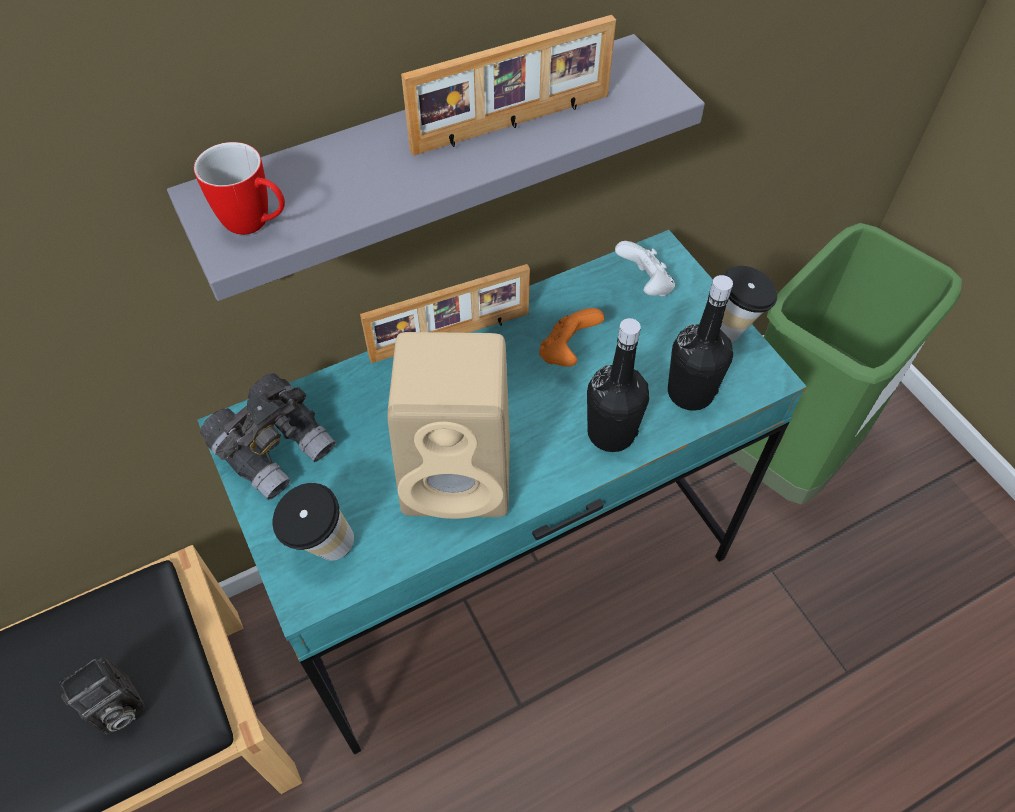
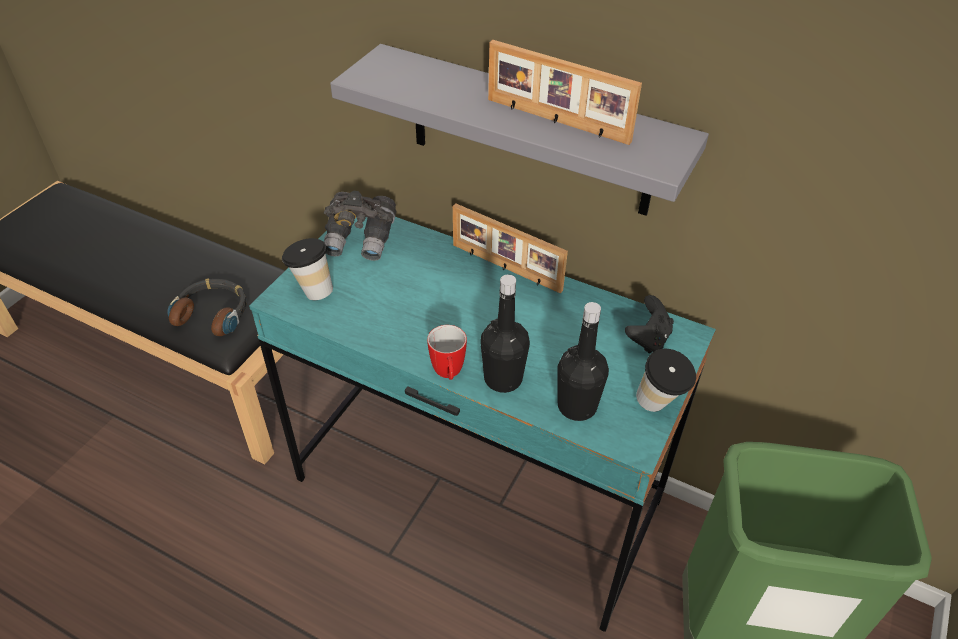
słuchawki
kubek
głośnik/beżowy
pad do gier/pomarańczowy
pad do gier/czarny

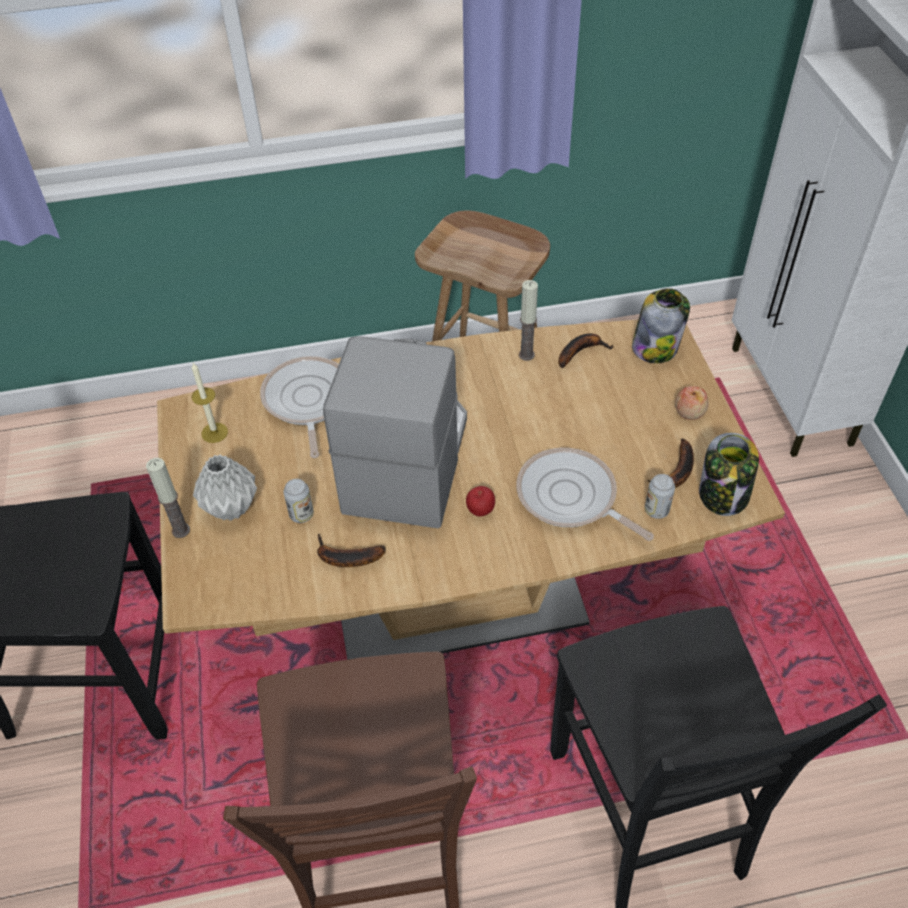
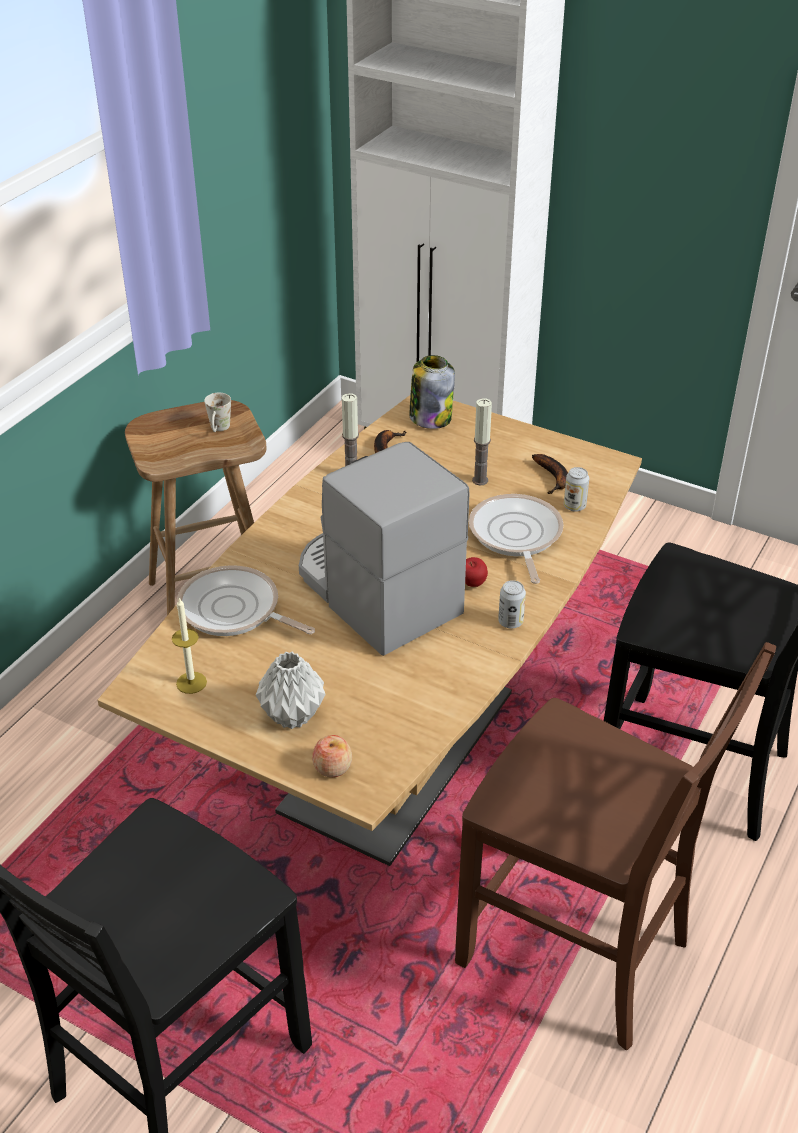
świeca (no. 3 from left)
puszka (no. 1 from left)
banan (no. 1 from left in the first image)
patelnia (no. 2 from left)
jabłko (no. 1 from left)
słoik (no. 2 from left in the first image)
kubek/biały

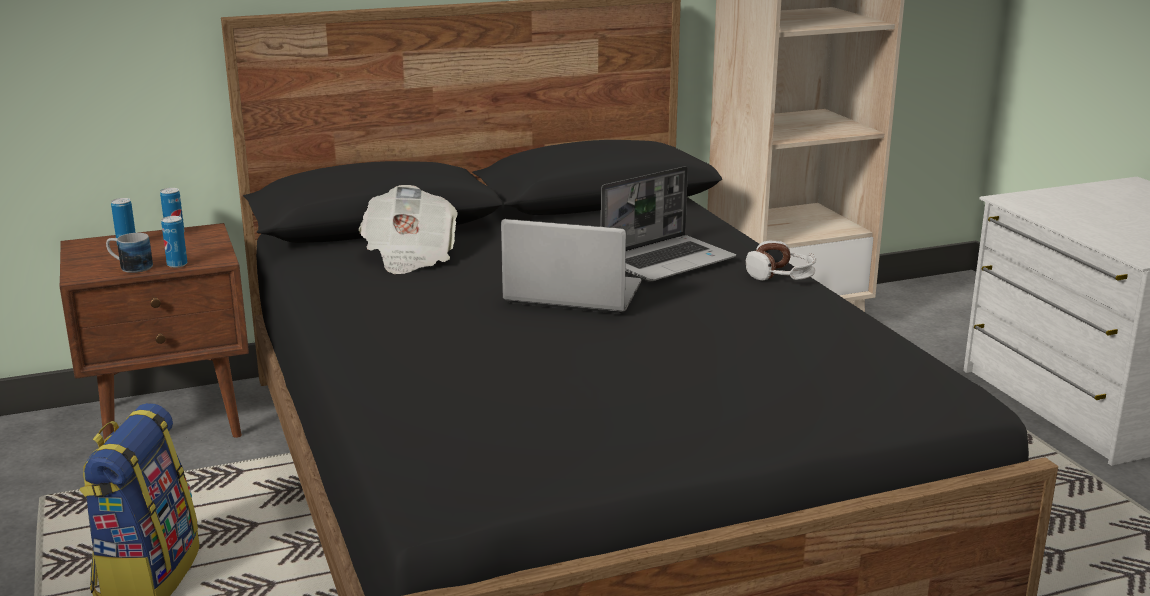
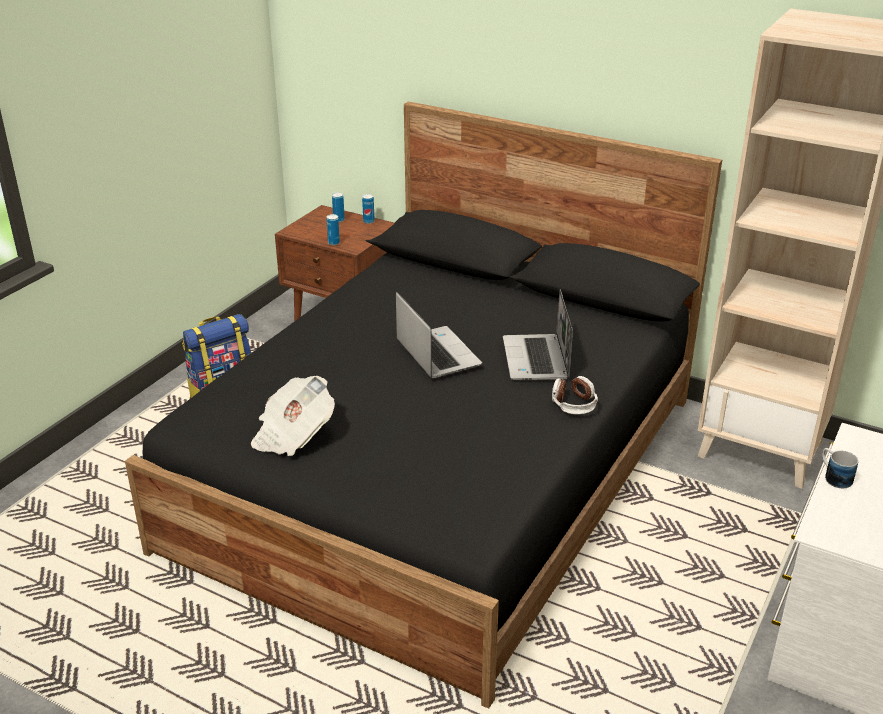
kubek
gazeta
laptop (no. 2 from left)

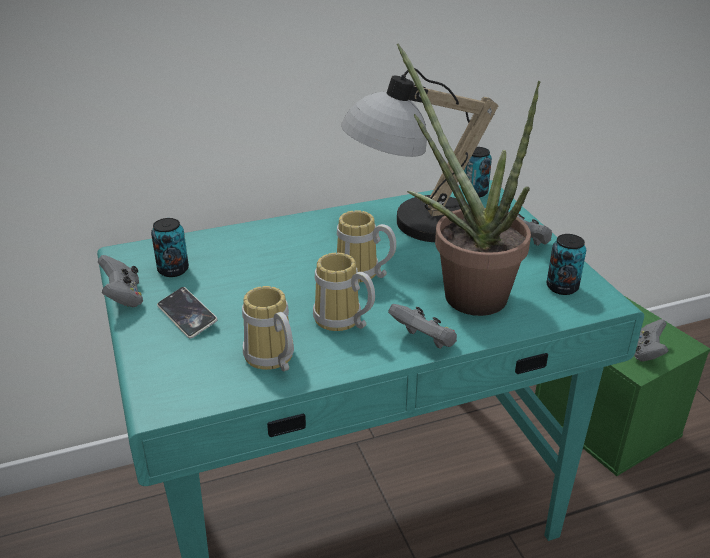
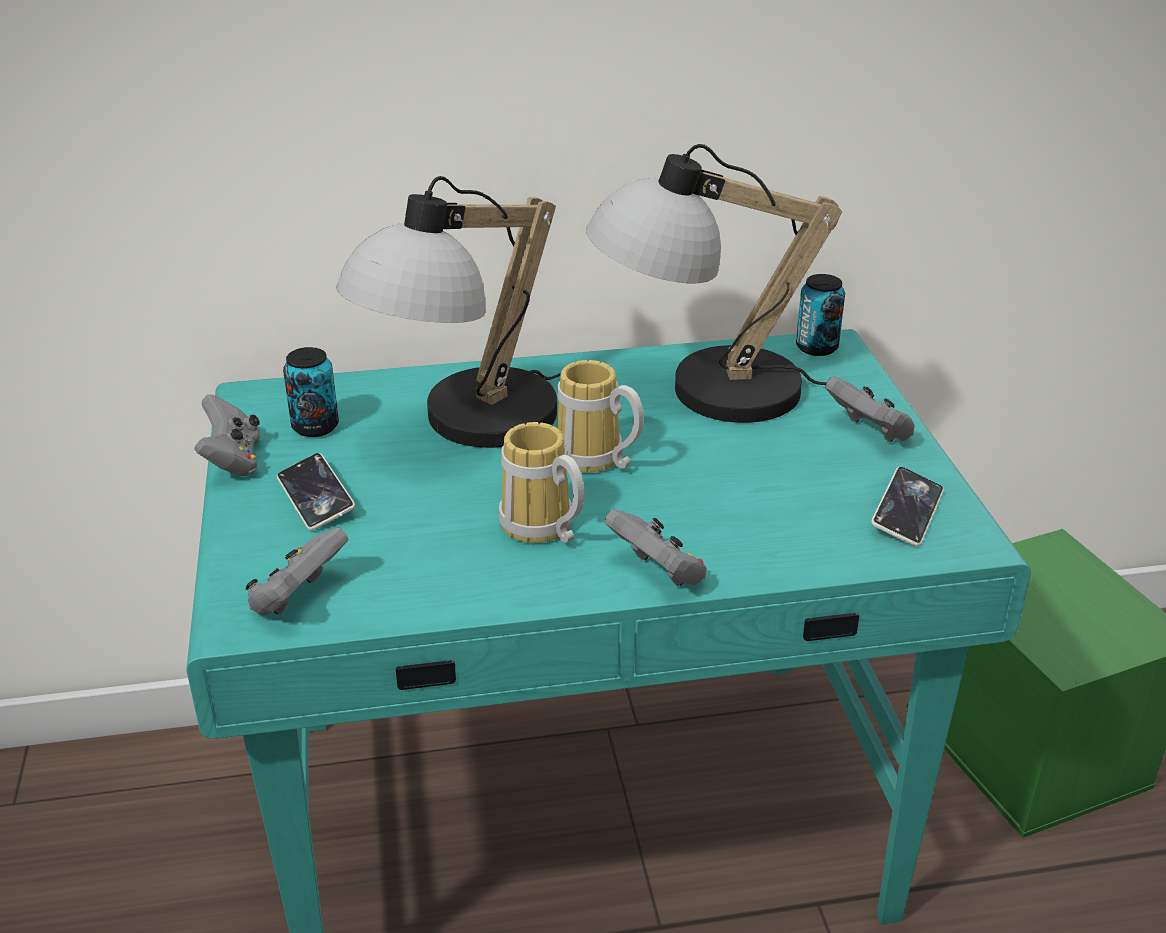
kubek (no. 1 from left in the first image)
roślina doniczkowa
telefon (no. 2 from left)
pad do gier/szary (no. 2 from left)
lampa stołowa (no. 1 from left)

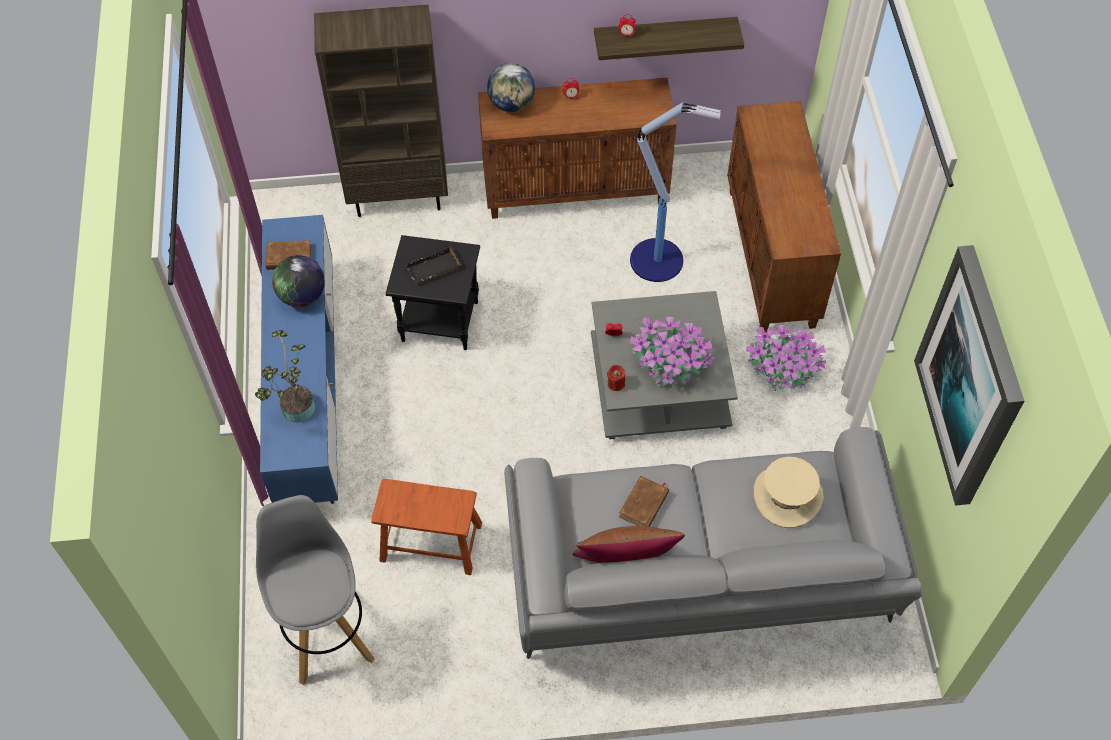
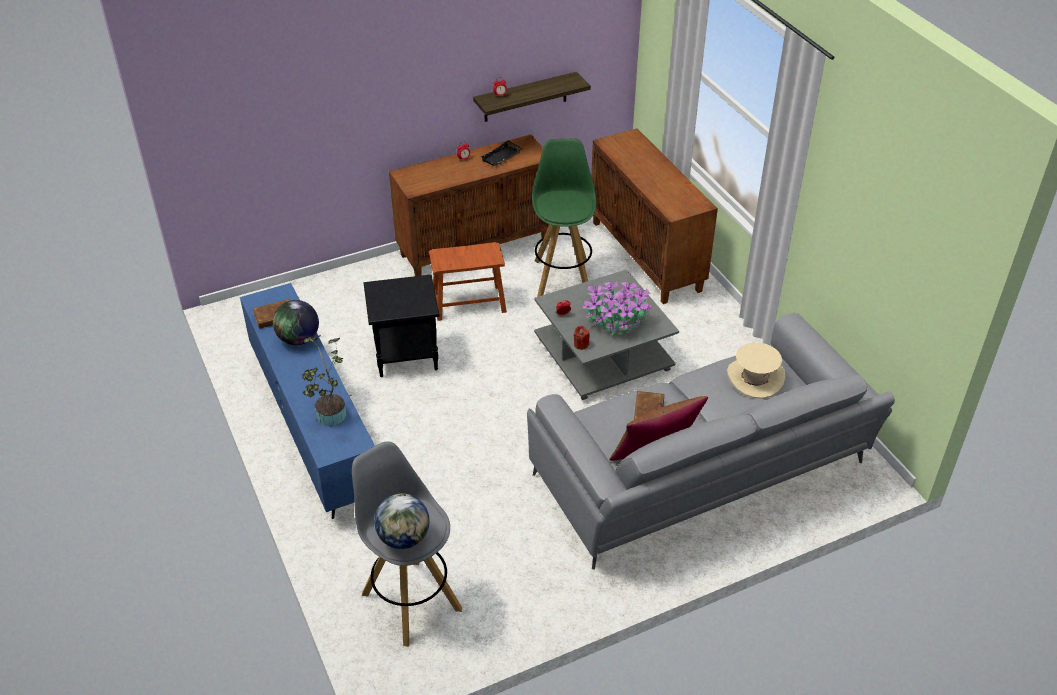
regał/brązowy
stołek/brązowy
taca/czarny
globus (no. 2 from left)
stołek/zielony
roślina doniczkowa (no. 3 from left in the first image)
obraz

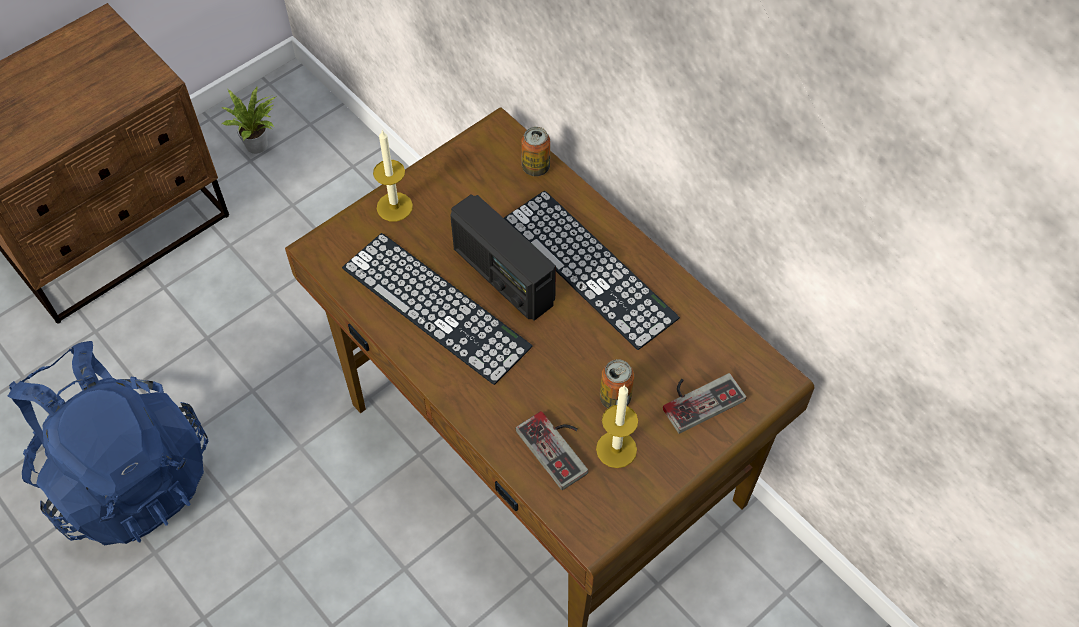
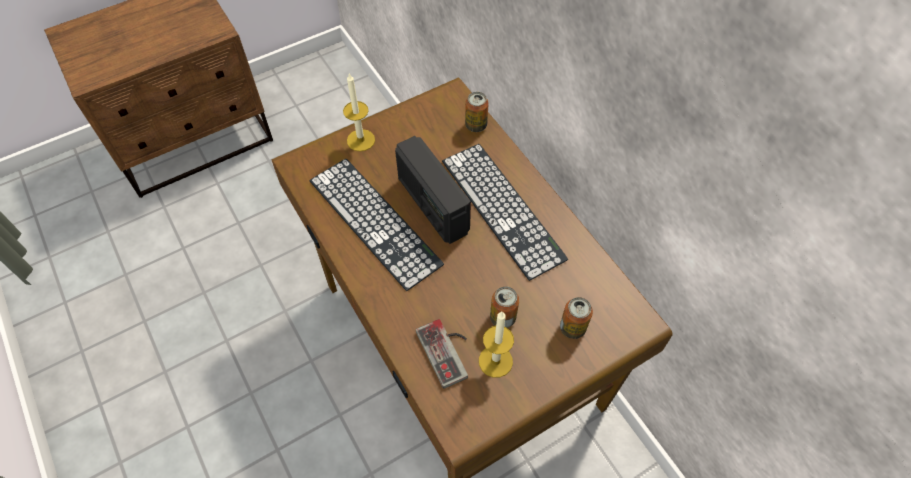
plecak/niebieski
roślina doniczkowa
puszka (no. 3 from left)

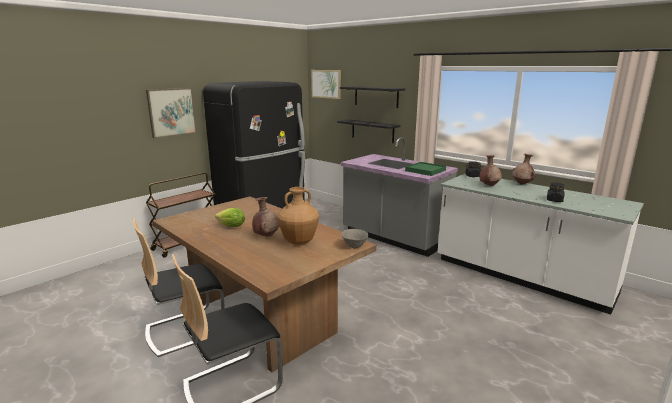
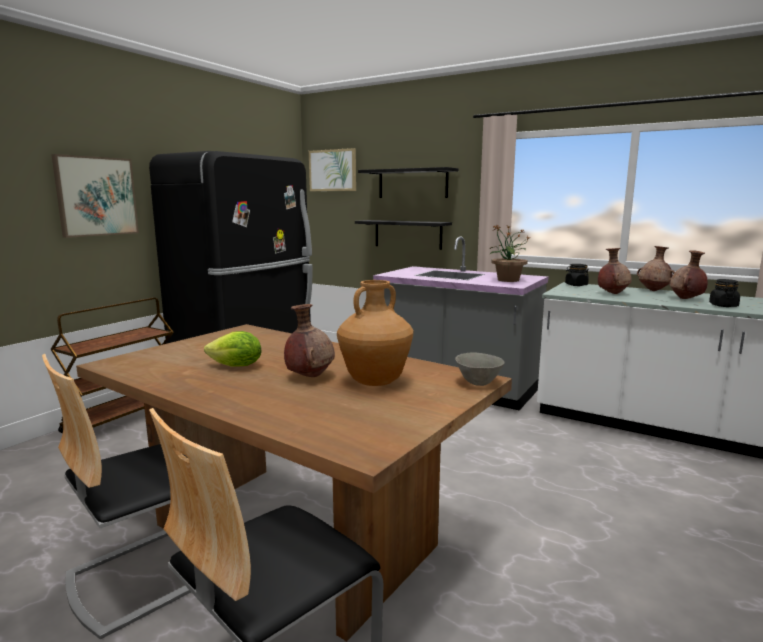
roślina doniczkowa
wazon/brązowy (no. 5 from left)

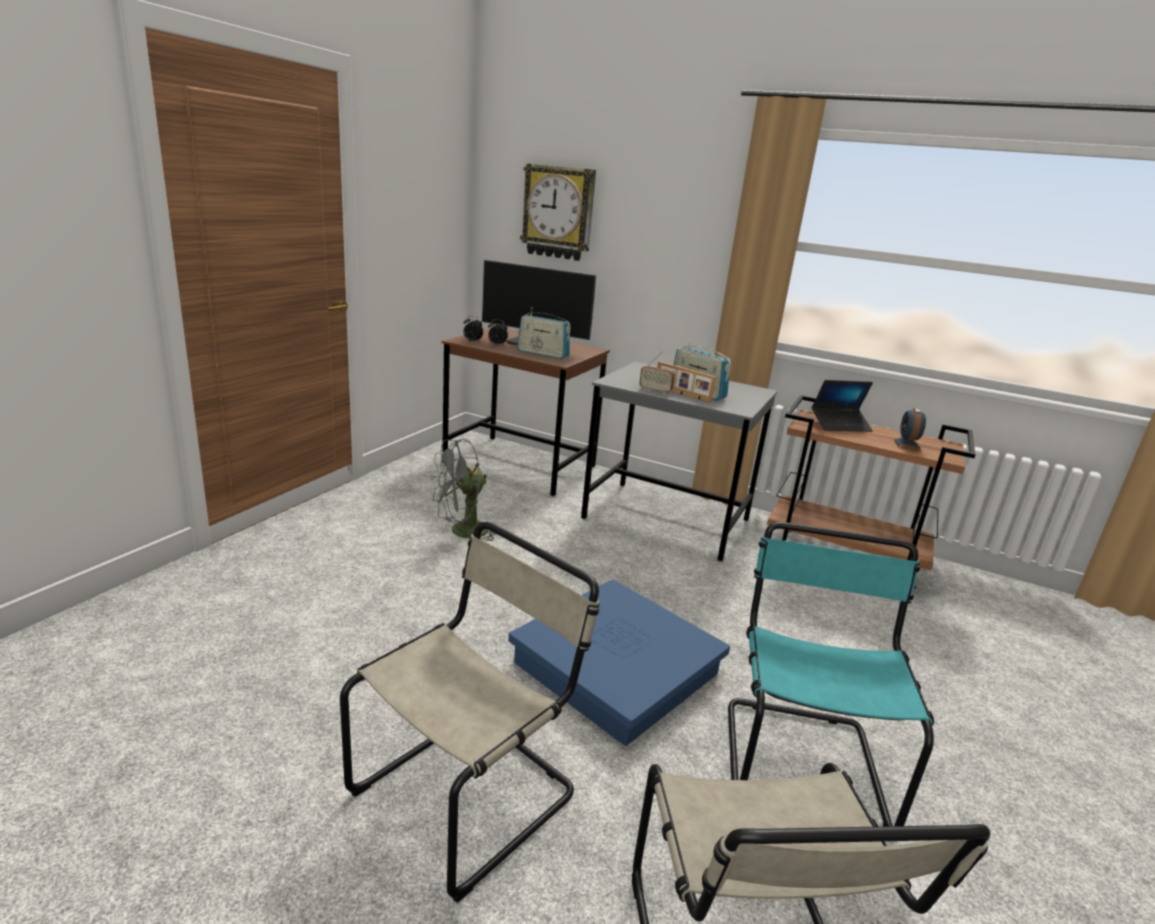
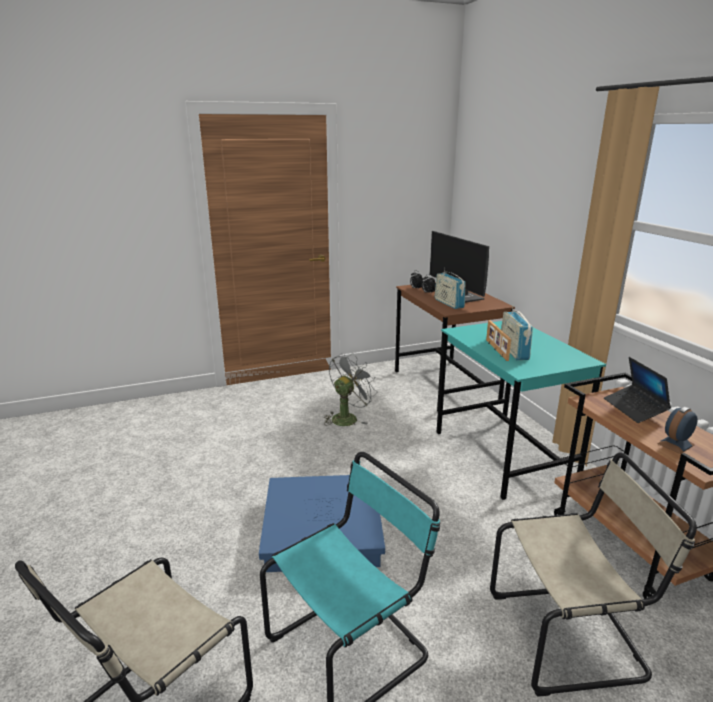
krzesło/beżowy (no. 2 from left)
wentylator/szary
zegar ścienny
biurko/turkusowy
radio (no. 2 from left in the first image)
laptop

